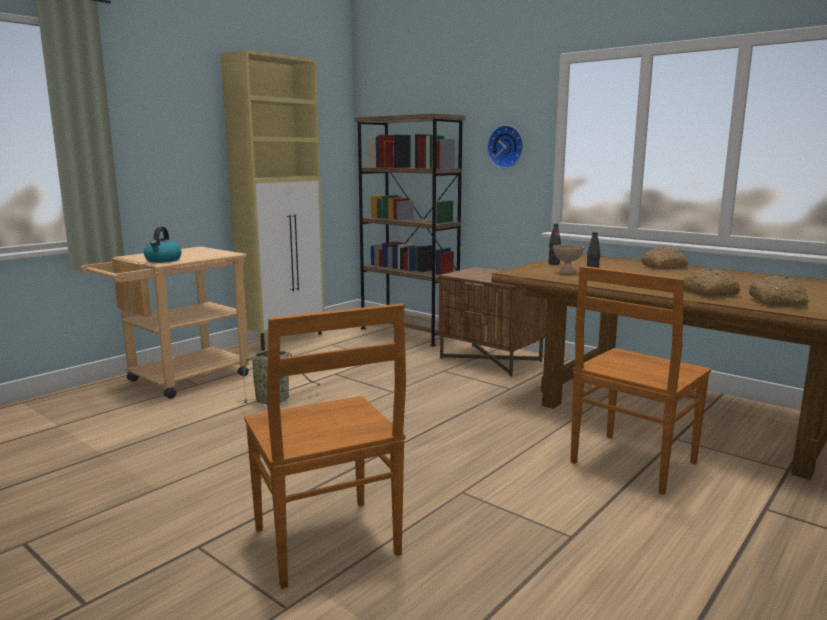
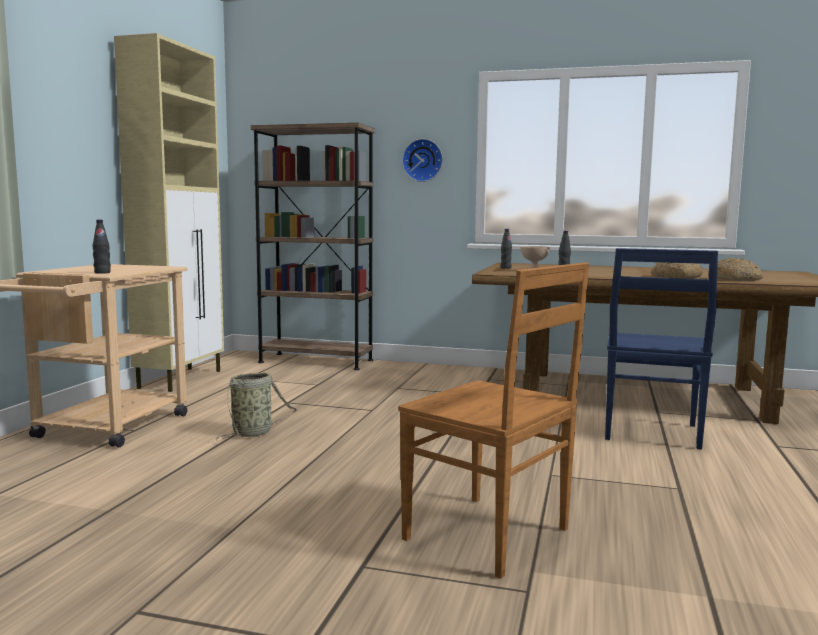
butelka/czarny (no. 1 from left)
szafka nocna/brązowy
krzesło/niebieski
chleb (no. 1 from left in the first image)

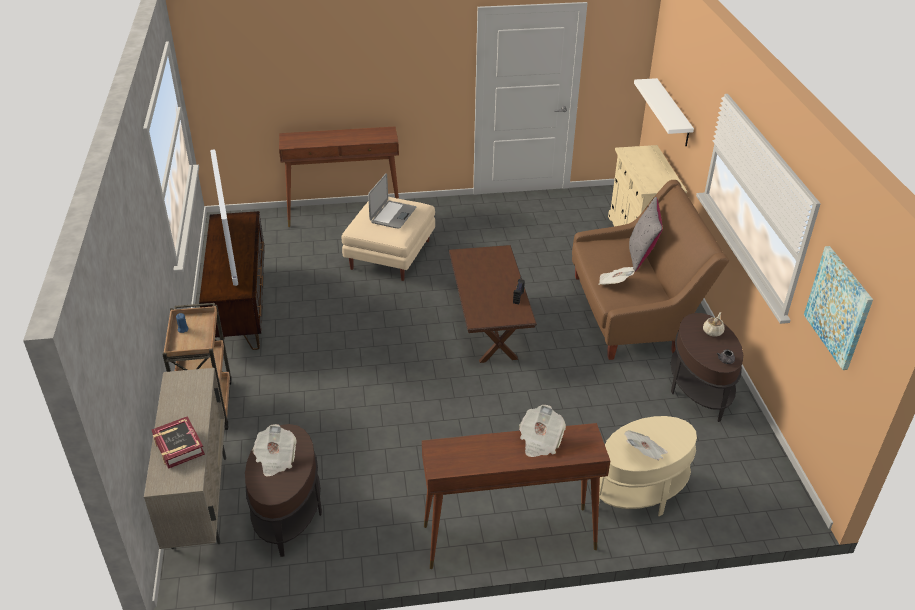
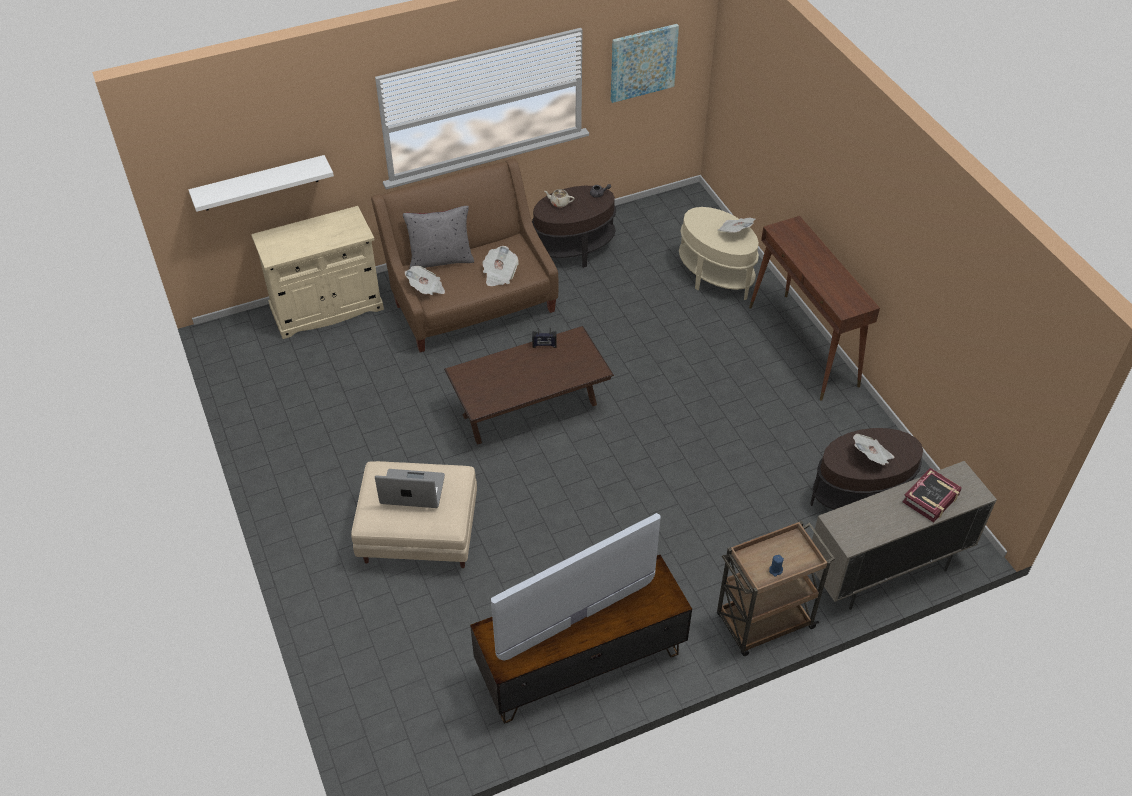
stolik konsolowy/brązowy (no. 1 from left in the first image)
gazeta (no. 1 from left)

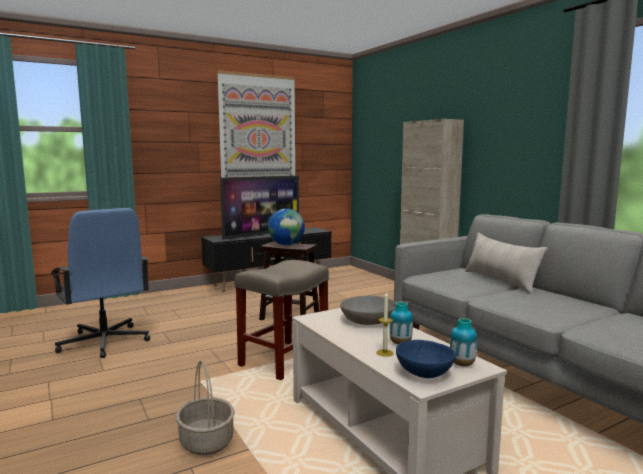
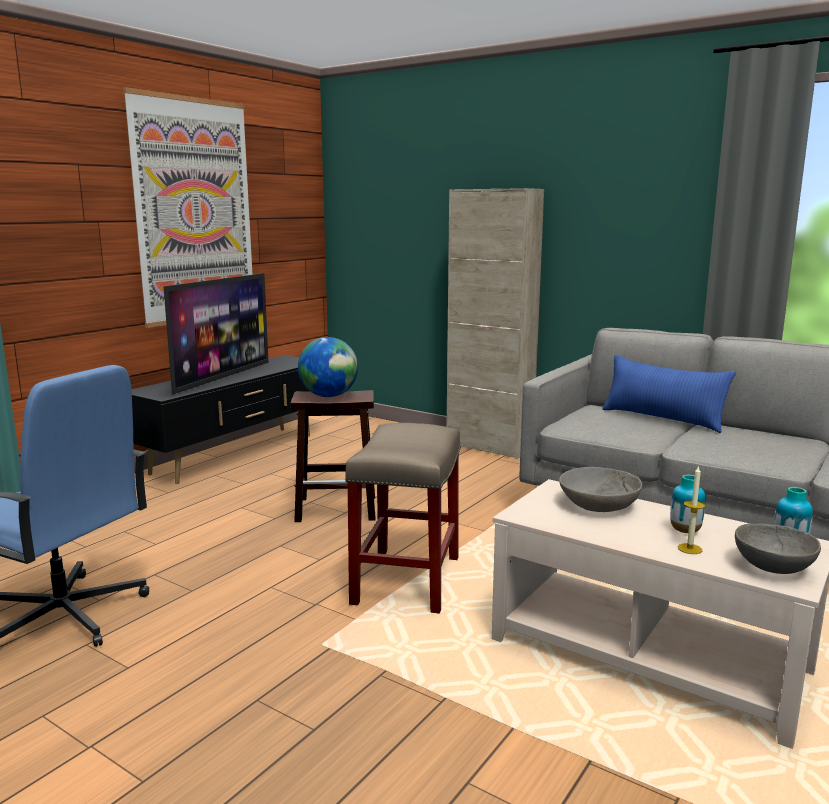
koszyk
miska/szary (no. 2 from left)
poduszka/niebieski

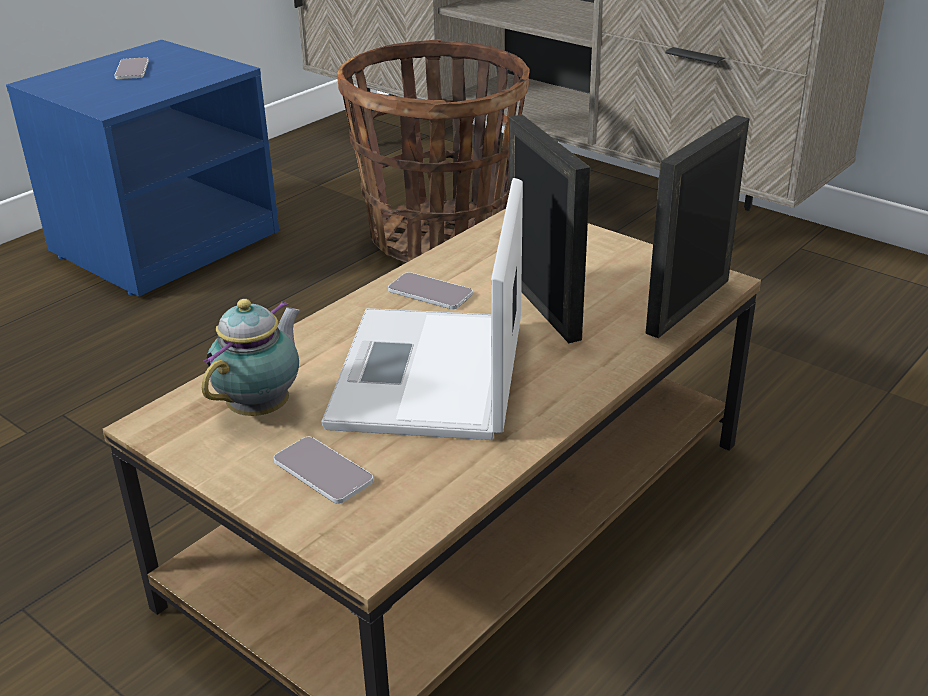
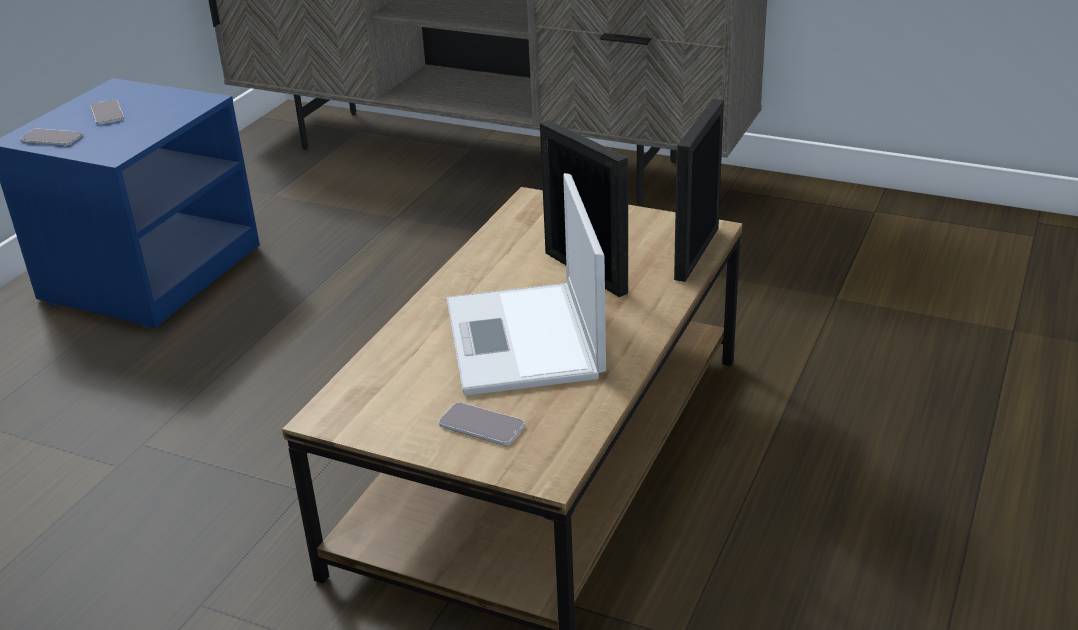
imbryk
koszyk
telefon (no. 1 from left)

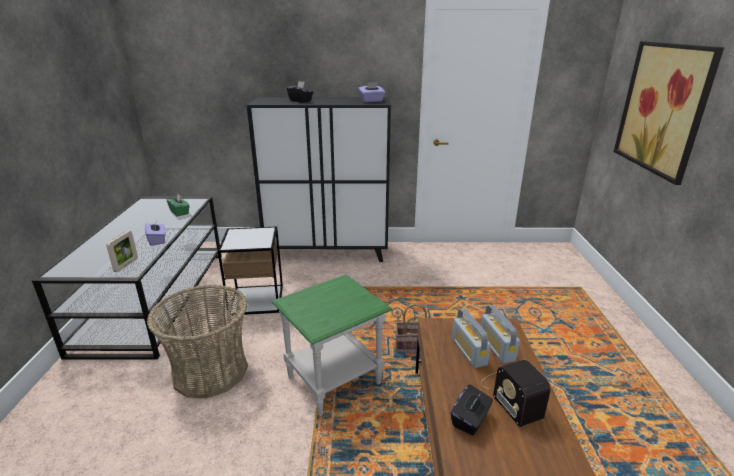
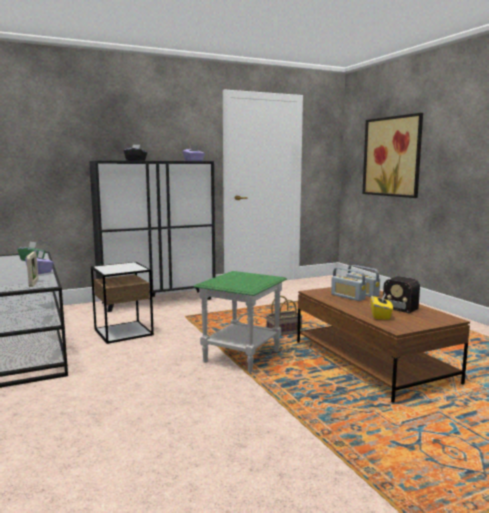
koszyk (no. 1 from left in the first image)
pudełko chusteczek/żółty

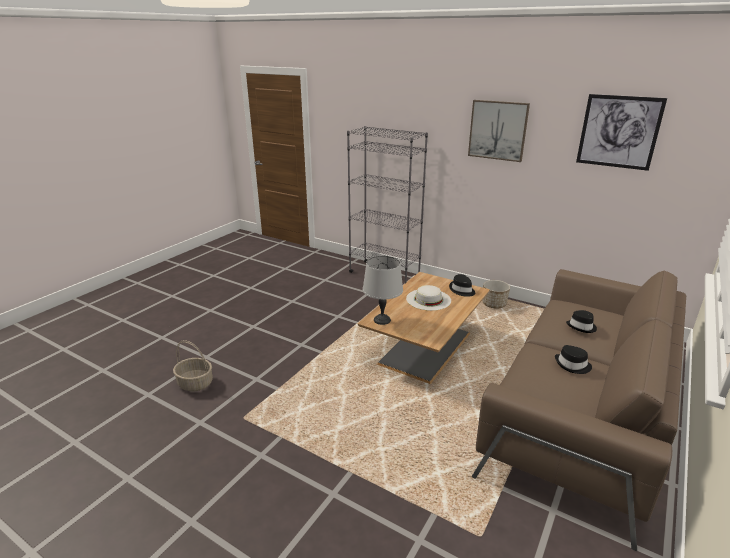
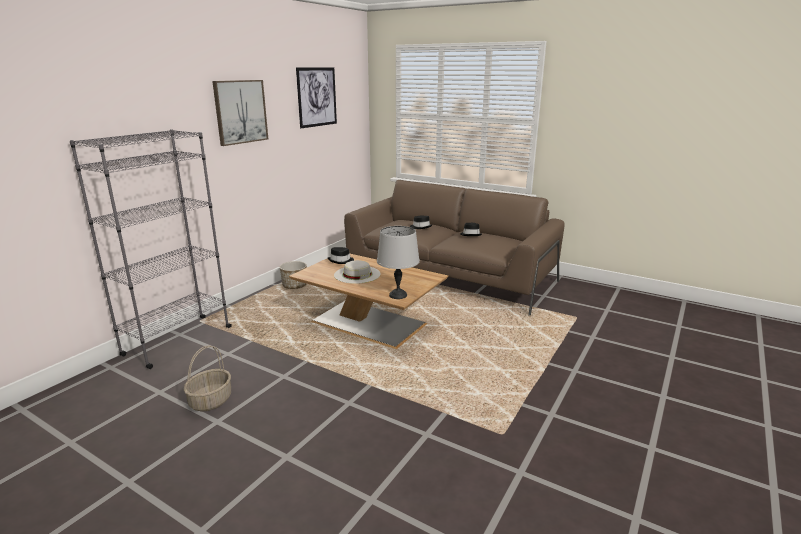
koszyk

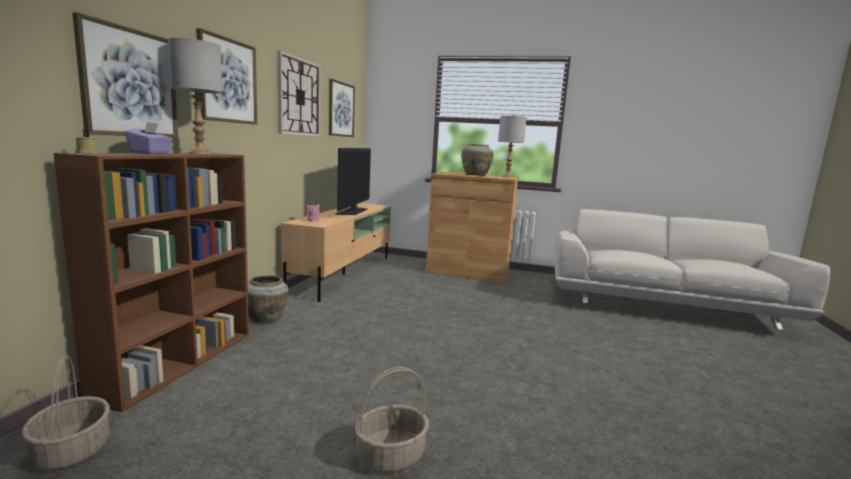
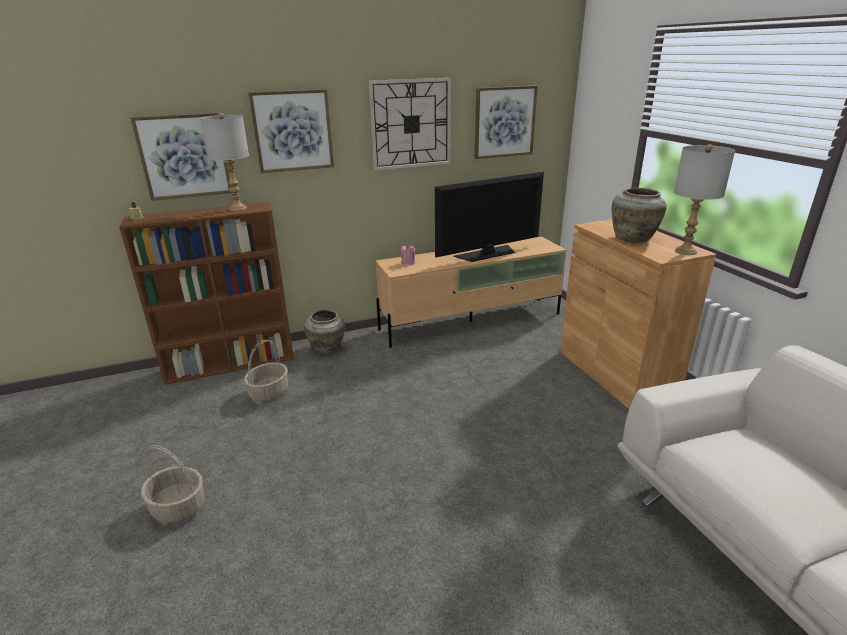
koszyk (no. 2 from left)
pudełko chusteczek/fioletowy

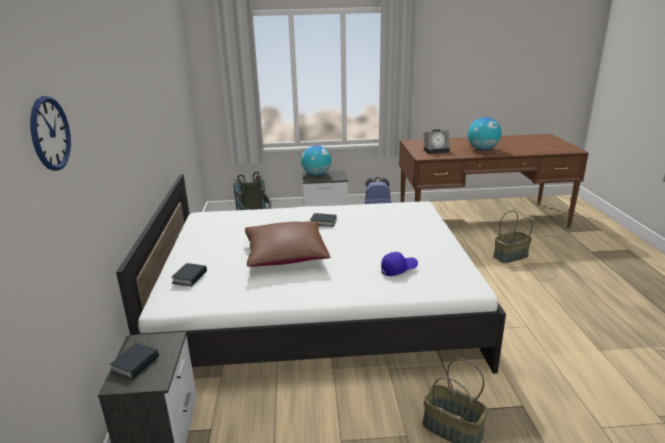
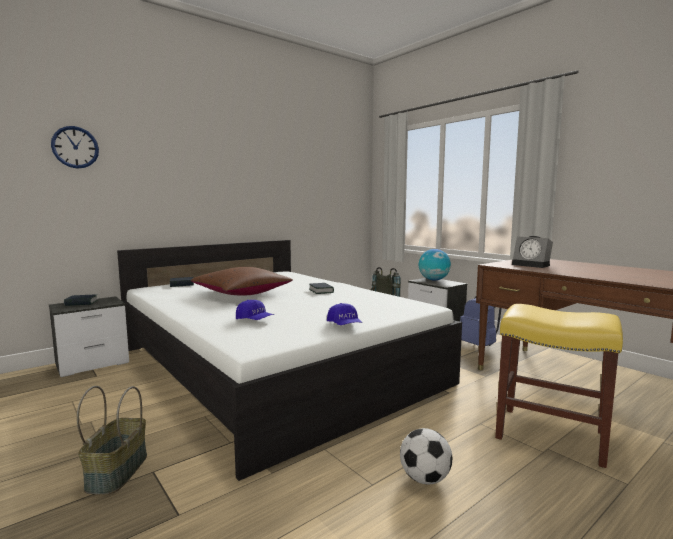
globus (no. 2 from left in the first image)
stołek/żółty
czapka z daszkiem/niebieski (no. 2 from left)
piłka futbolowa

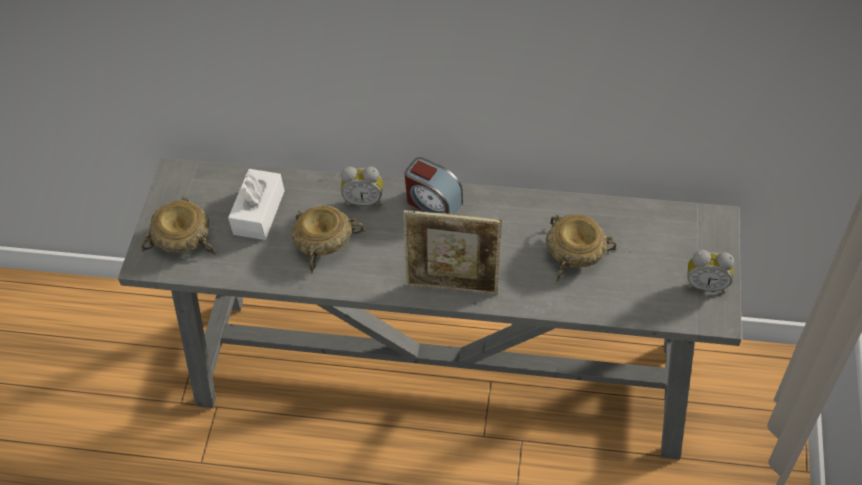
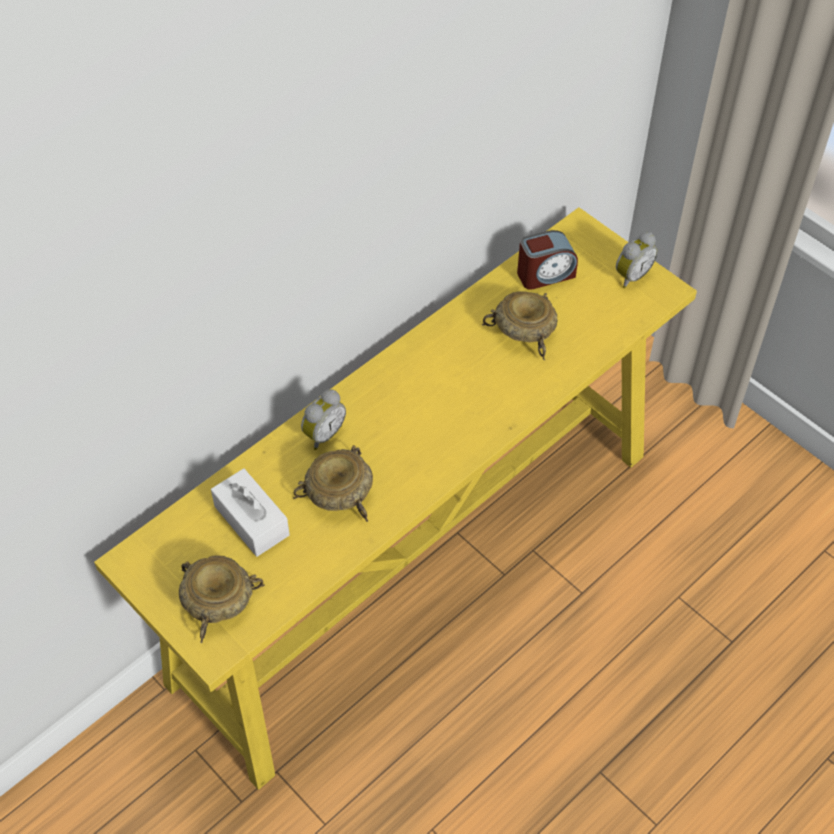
stolik konsolowy/żółty
ramka na zdjęcie
budzik (no. 2 from left)

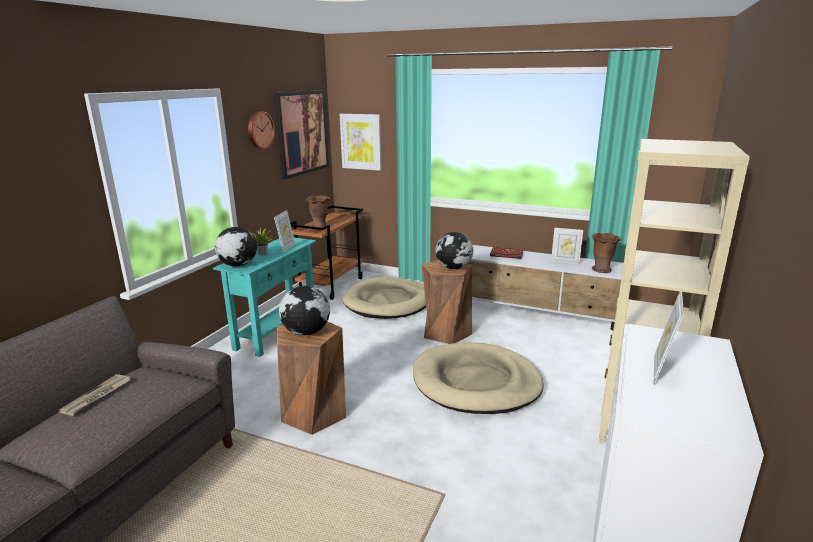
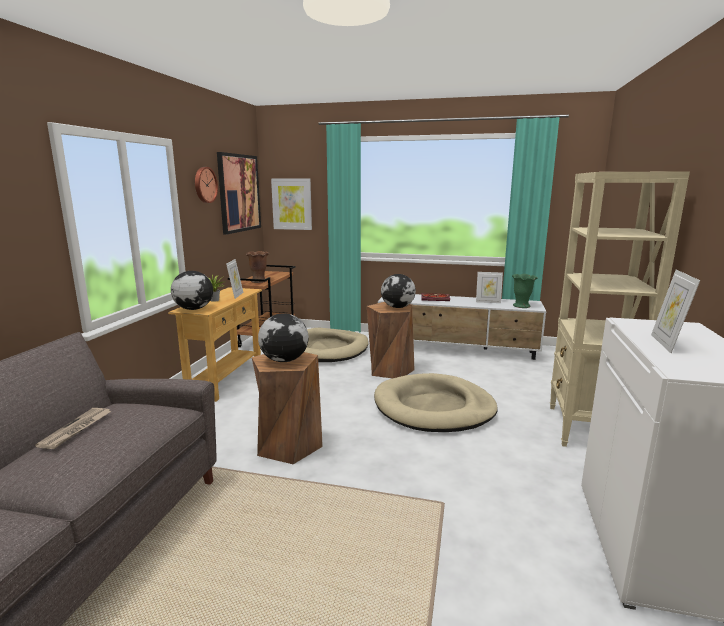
stolik konsolowy/beżowy
wazon/zielony

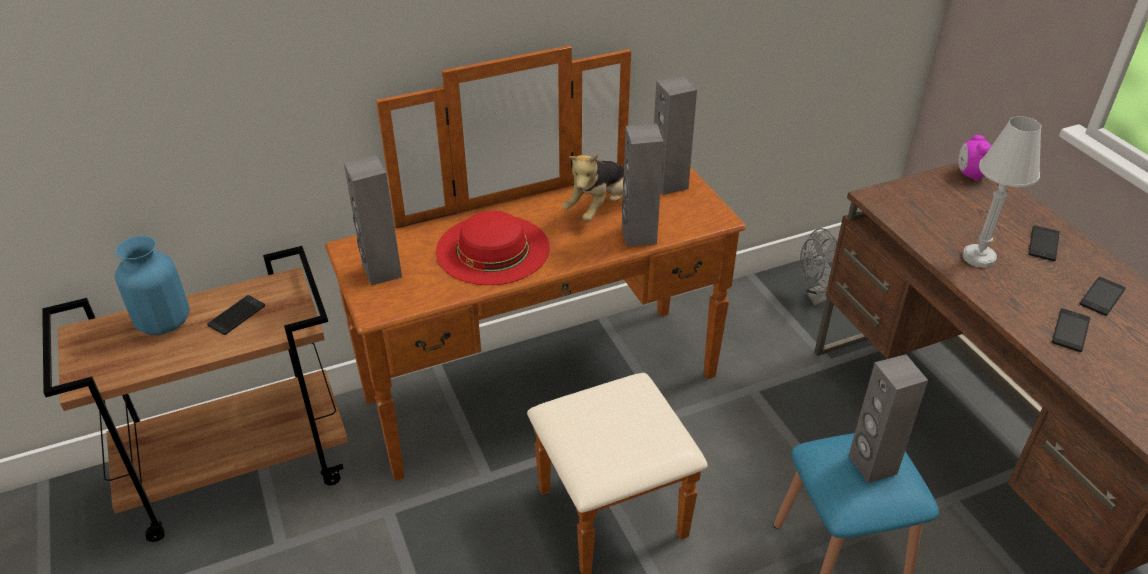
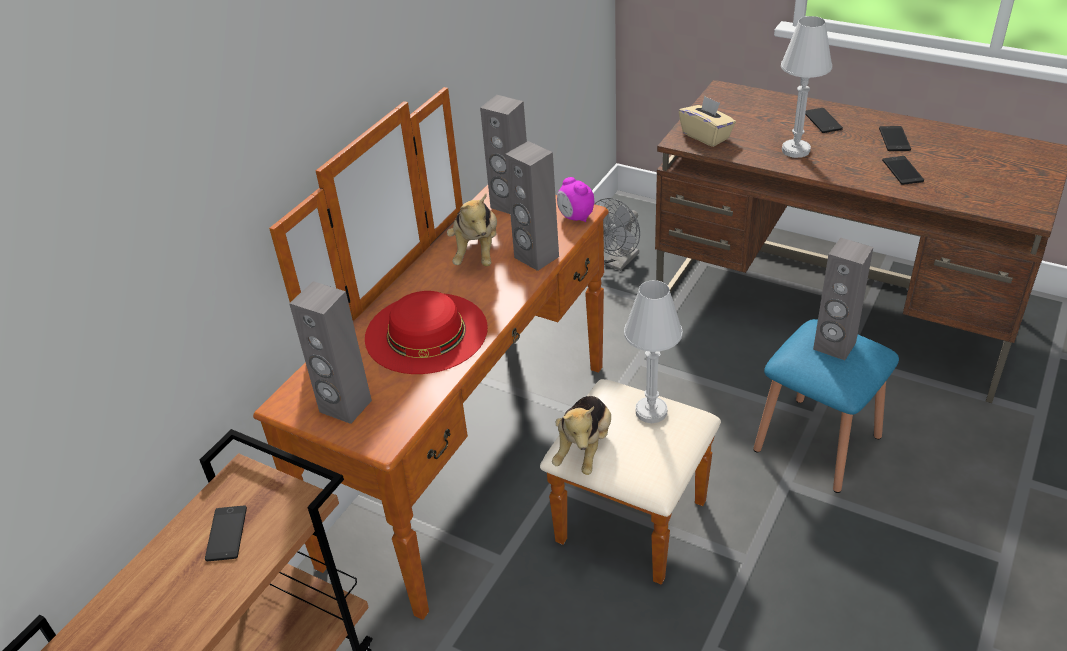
wazon/niebieski
budzik
pluszak (no. 2 from left)
lampa stołowa/biały (no. 1 from left)
pudełko chusteczek/beżowy

